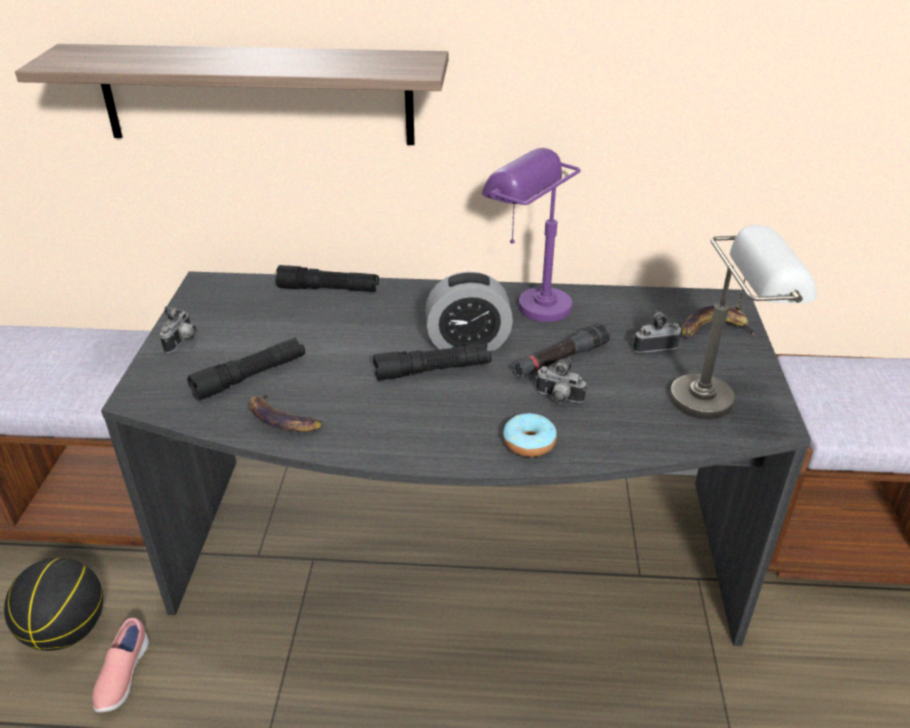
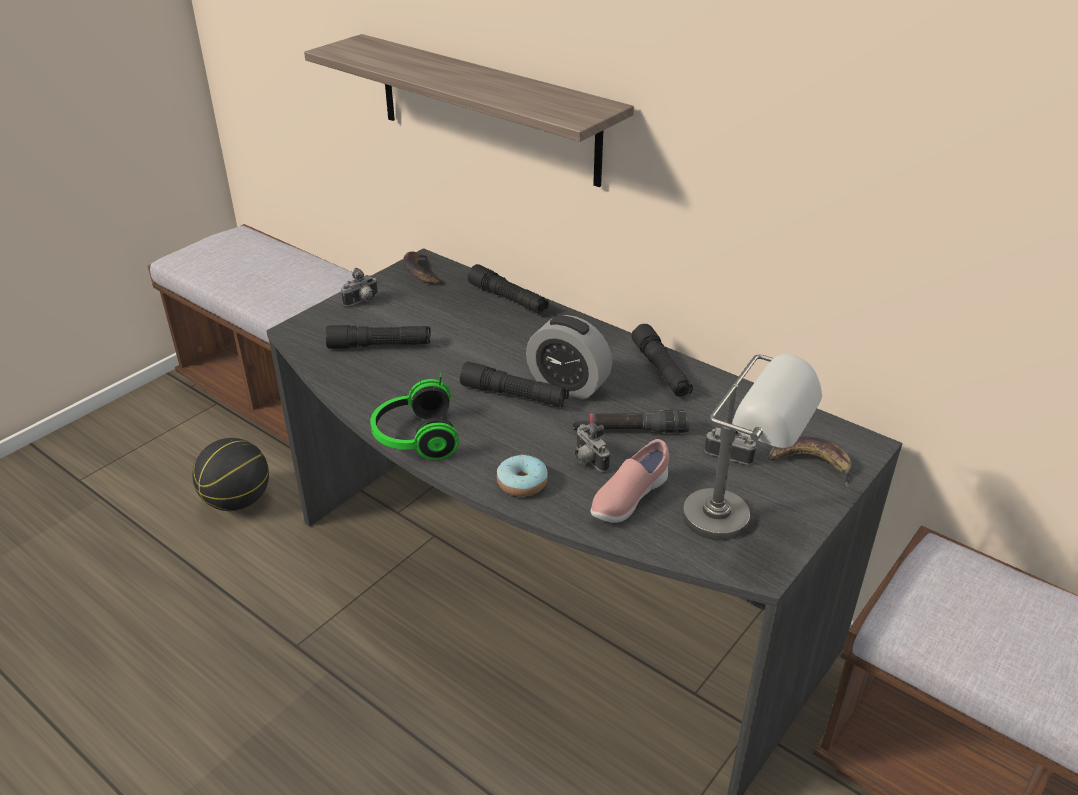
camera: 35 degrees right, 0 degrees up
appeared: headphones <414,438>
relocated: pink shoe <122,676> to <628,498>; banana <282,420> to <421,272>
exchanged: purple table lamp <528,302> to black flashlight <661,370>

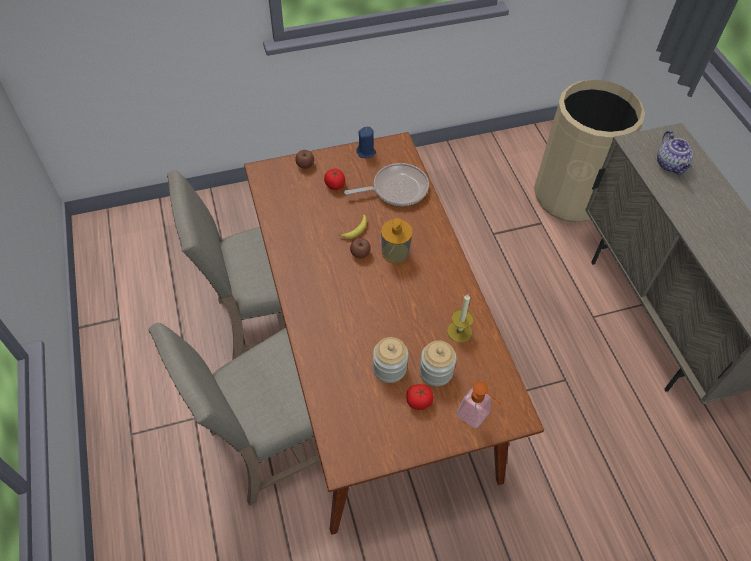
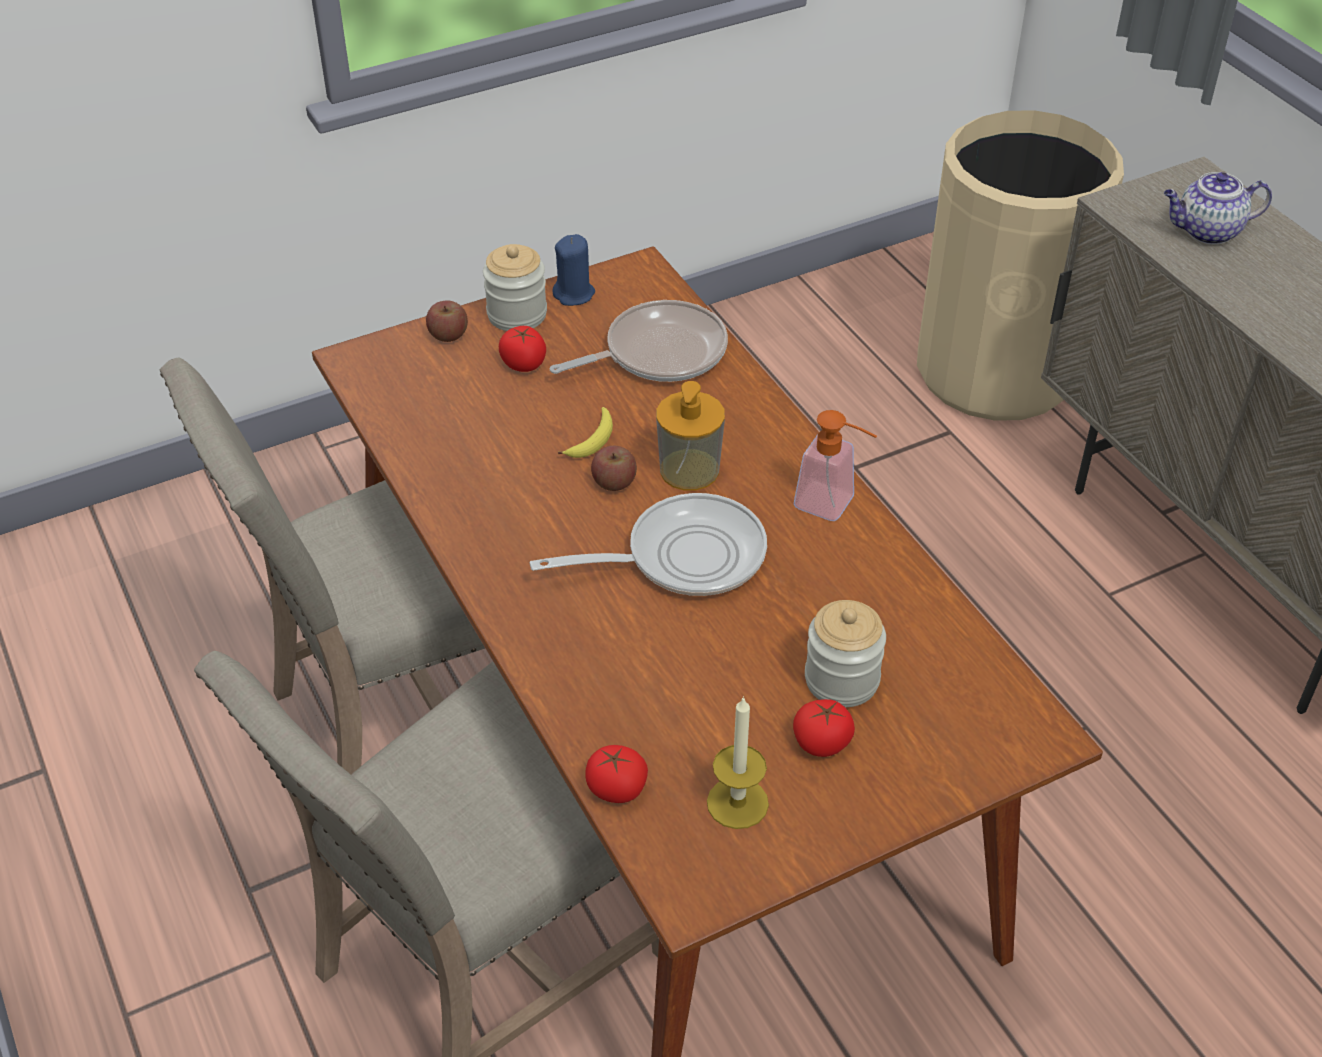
camera: 10 degrees left, 10 degrees down
appeared: frying pan <683,556>; tomato <616,789>
relocated: jar <389,368> to <517,314>; candle <459,331> to <737,803>; soap dispenser <477,417> to <833,506>
spun: teapot <671,165> = <1207,232> 105 degrees clockwise

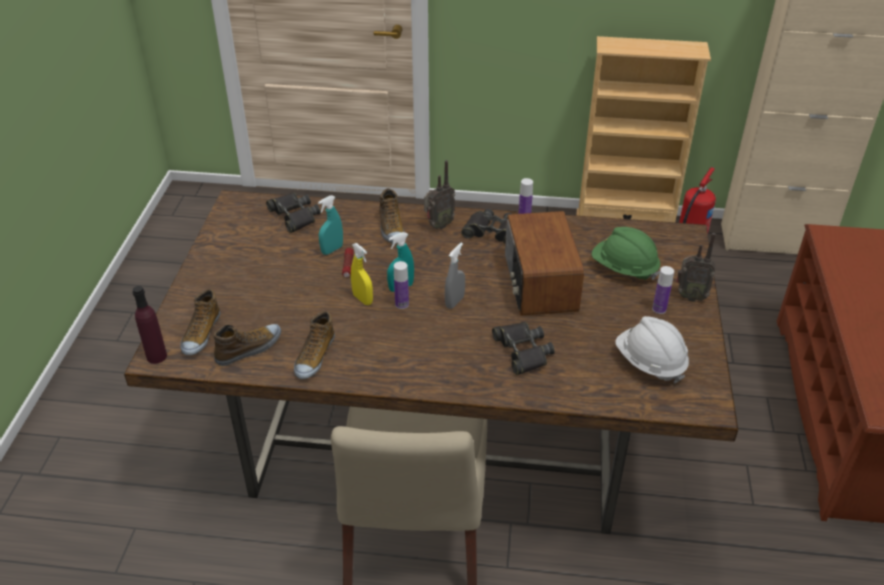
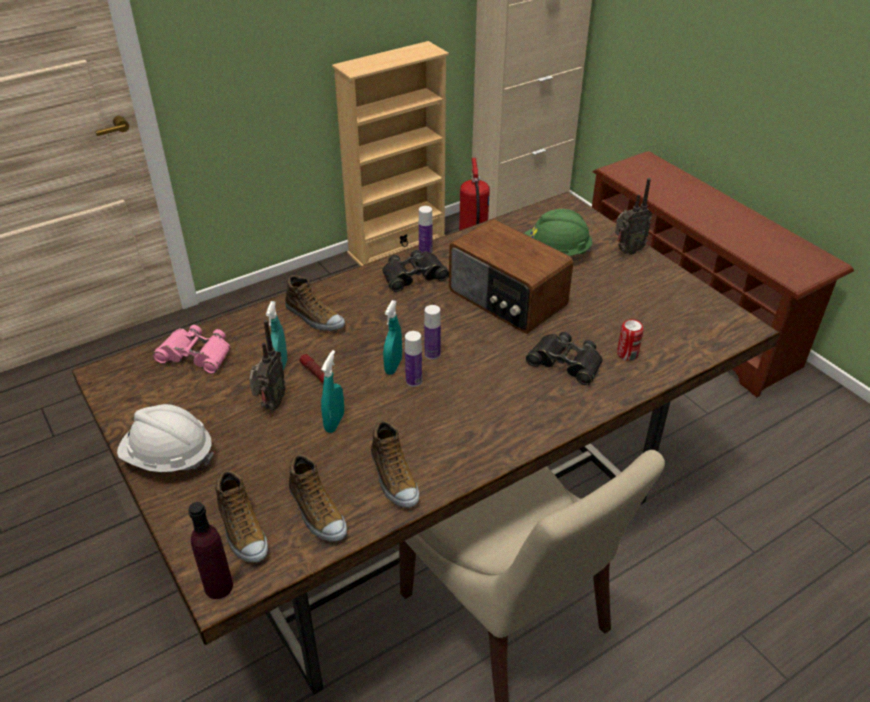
camera: 40 degrees left, 0 degrees up
missing: yellow spray bottle <362,299>; grey spray bottle <454,302>
appeared: turquoise spray bottle <334,422>; can <627,354>
relocated: radio <438,225> to <270,405>; white hard hat <649,363> to <169,457>; bottle <659,309> to <432,354>
colour: black binoculars <294,216> to pink binoculars <196,355>
spun: shoe <249,349> = <316,512> 135 degrees clockwise

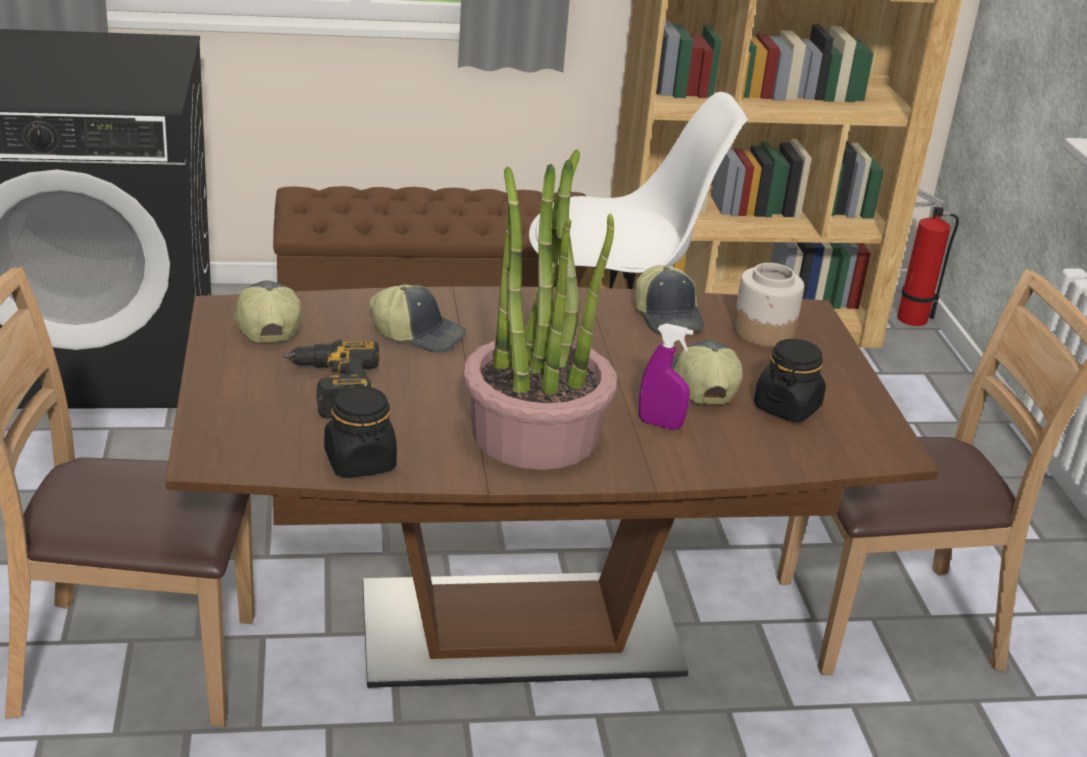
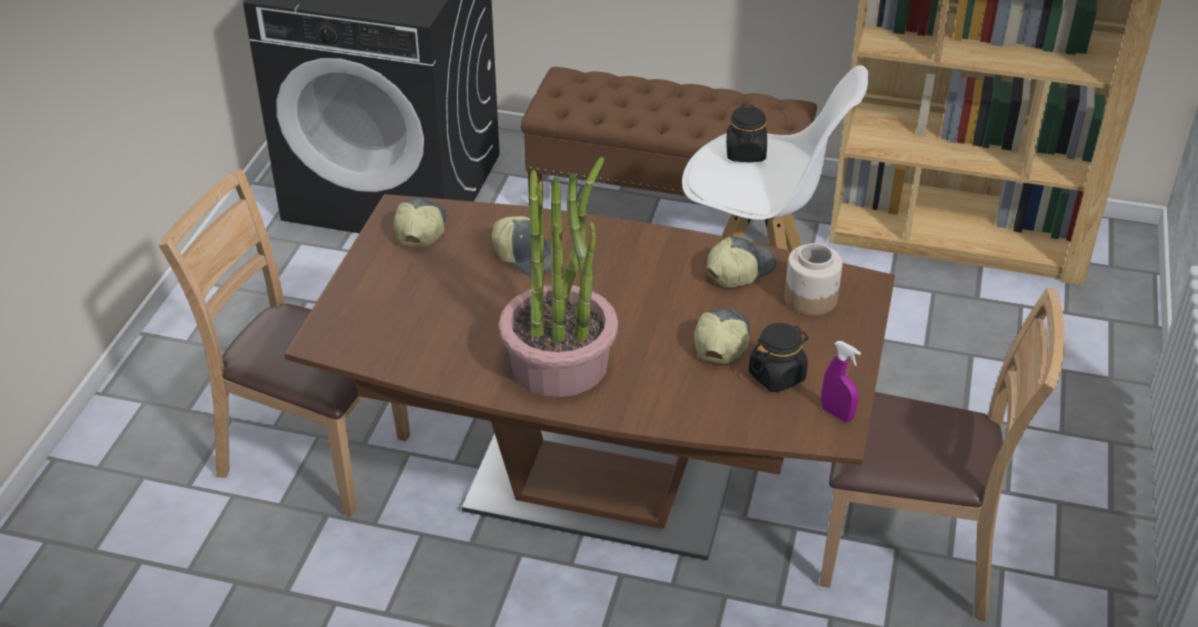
camera: 25 degrees right, 10 degrees up
missing: power drill <330,389>; fire extinguisher <908,317>
relocated: black jar <360,462> to <745,153>; purple spray bottle <660,424> to <837,413>
spun: cap <668,317> = <739,270> 135 degrees counterclockwise

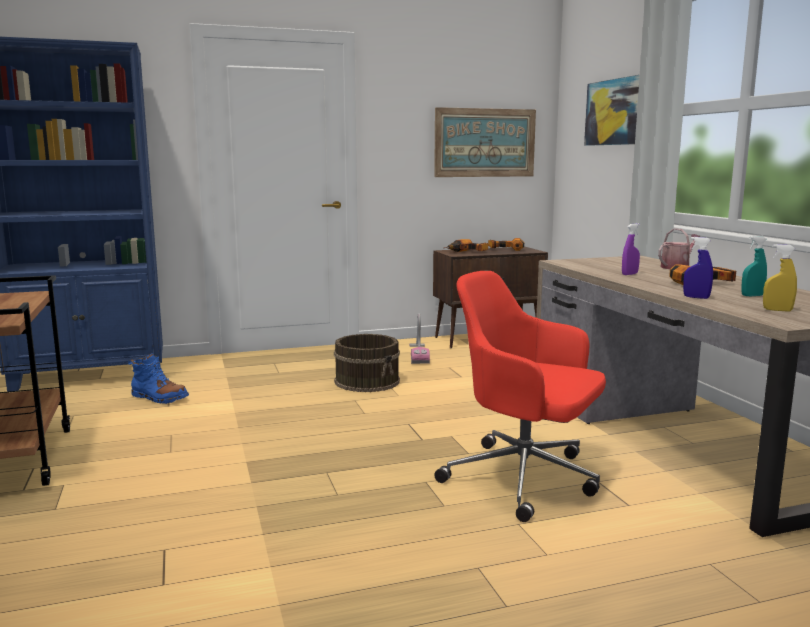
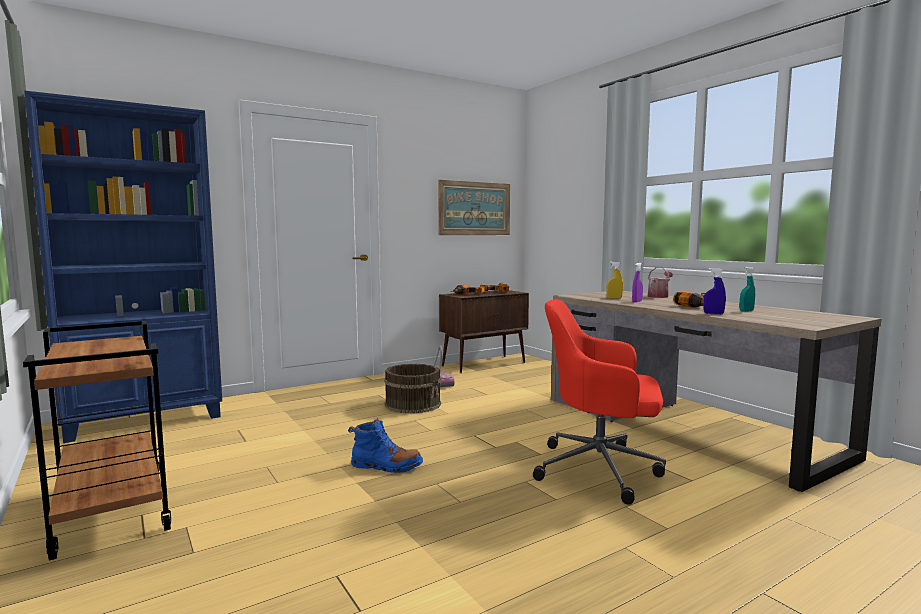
camera: 15 degrees left, 5 degrees down
missing: picture <615,112>
relocated: blue boot <159,398> to <386,466>; yellow spray bottle <777,310> to <614,298>

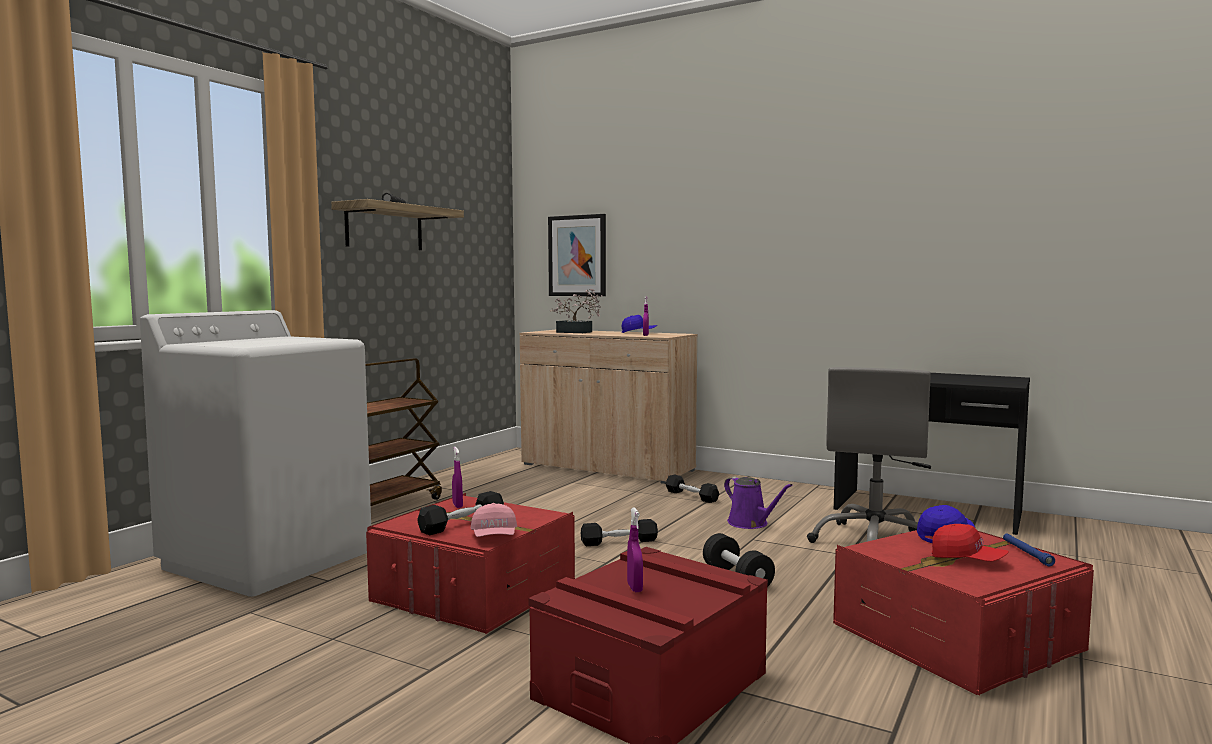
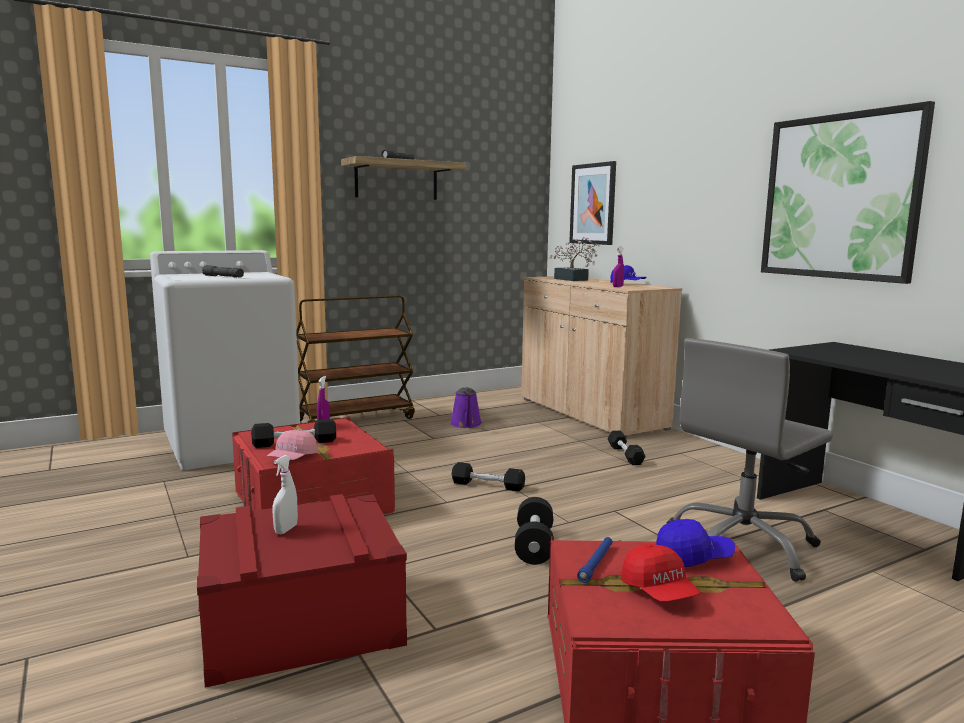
camera: 30 degrees right, 5 degrees up
appeared: grey flashlight <223,277>; picture <840,197>
relocated: purple watering can <750,524> to <466,424>; blue flashlight <1026,553> to <596,563>
colour: purple spray bottle <634,588> to white spray bottle <286,529>

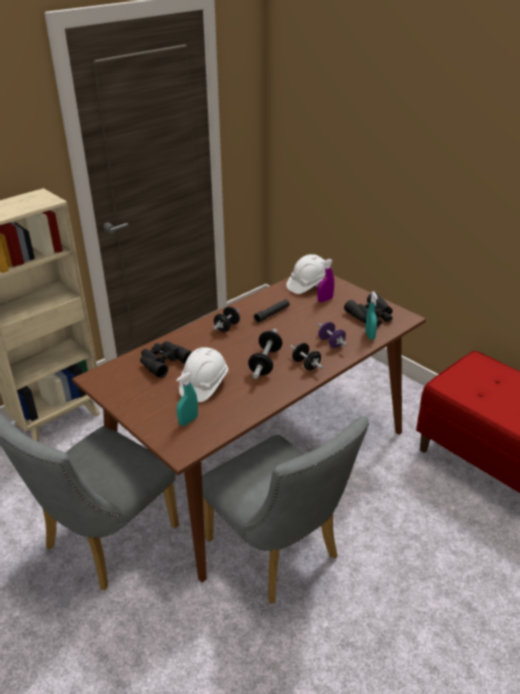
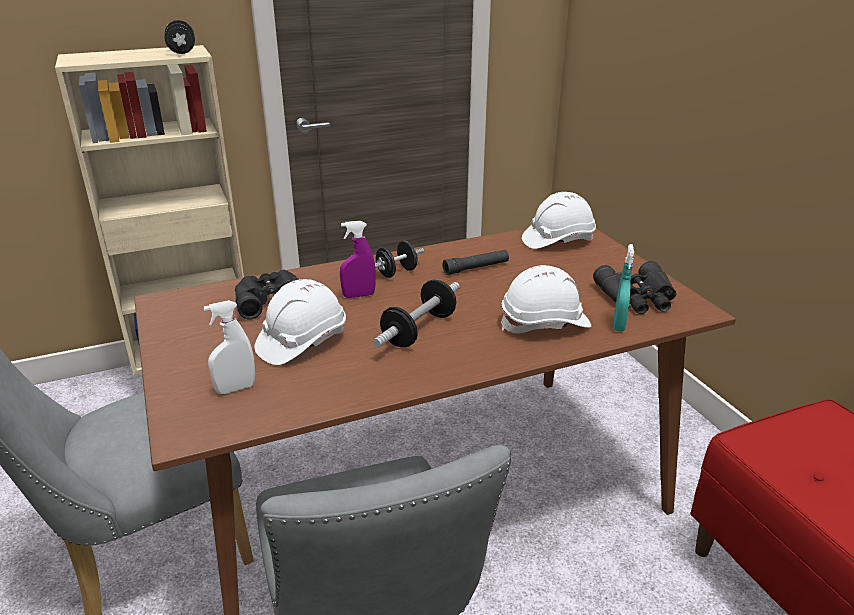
camera: 20 degrees right, 5 degrees down
relocated: black dumbbell <306,365> to <182,51>; purple spray bottle <325,300> to <359,295>
exchanged: purple dumbbell <331,343> to white hard hat <545,323>
colour: turquoise spray bottle <188,421> to white spray bottle <235,388>

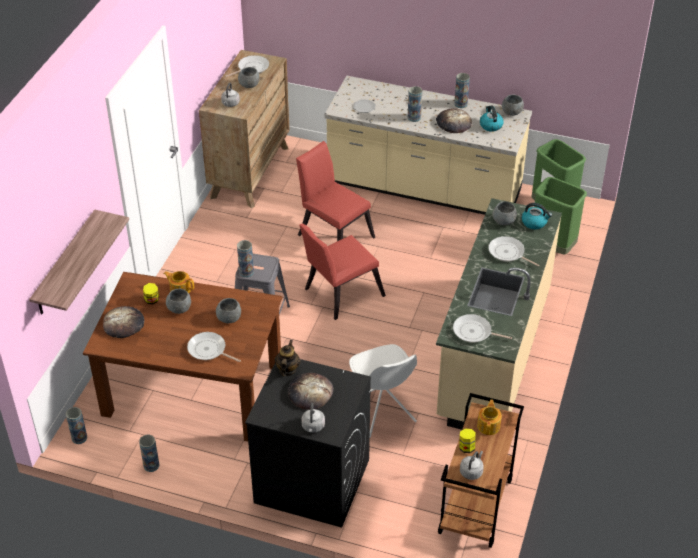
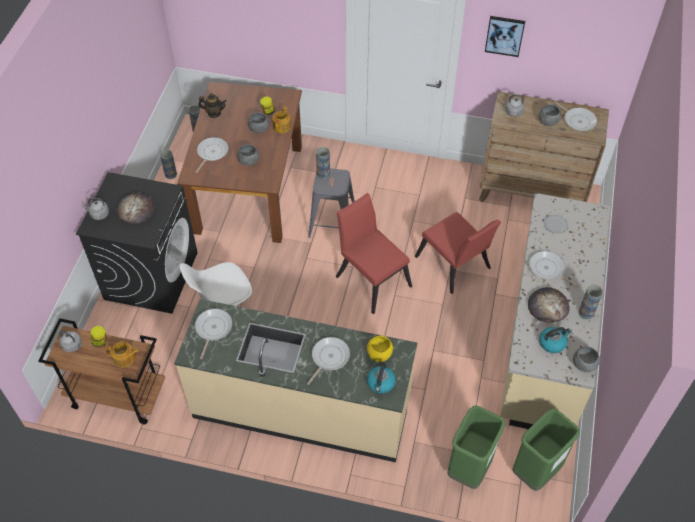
camera: 85 degrees right, 10 degrees up
missing: shelf <65,264>; bread <124,324>
appeared: picture <504,35>
relocated: teapot <287,370> to <214,113>
exchanged: vase <414,117> to frying pan <548,269>
colour: grey bowl <504,221> to yellow bowl <379,354>
spun: red chair <333,233> = <454,266> 105 degrees clockwise

